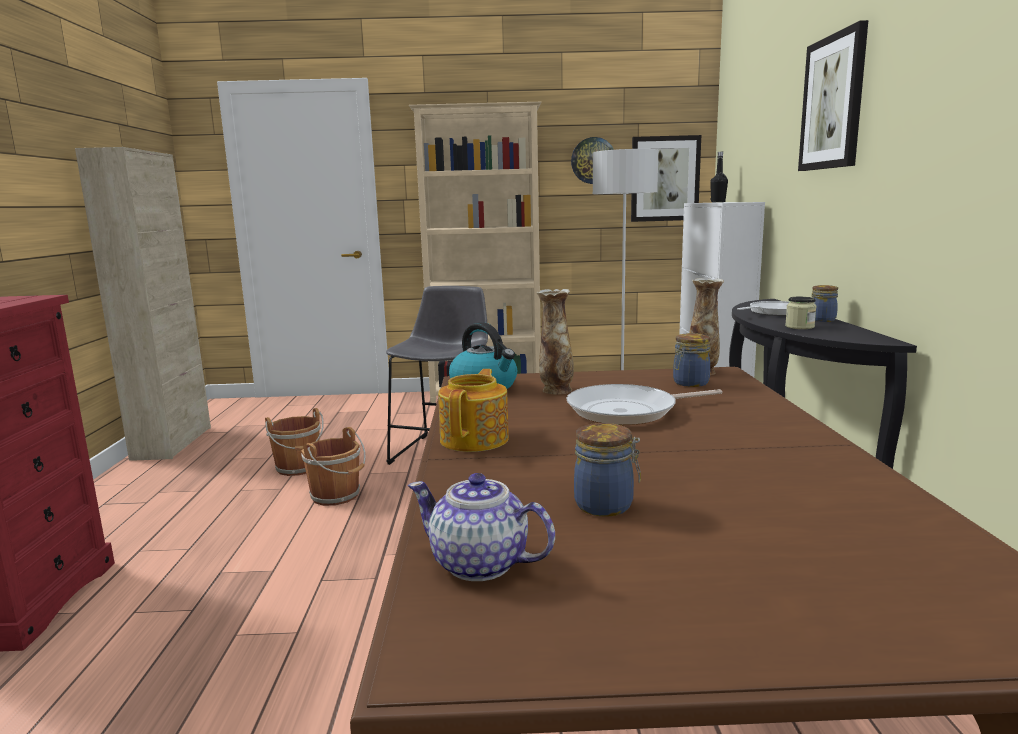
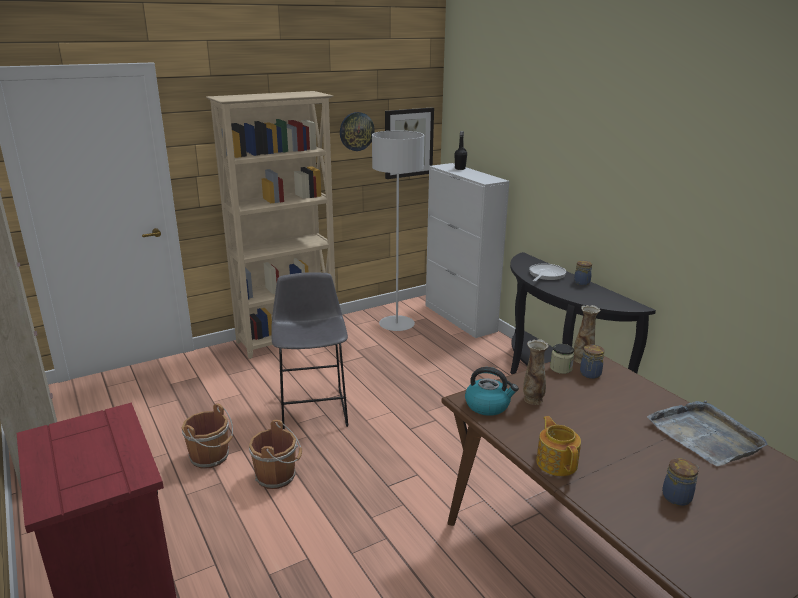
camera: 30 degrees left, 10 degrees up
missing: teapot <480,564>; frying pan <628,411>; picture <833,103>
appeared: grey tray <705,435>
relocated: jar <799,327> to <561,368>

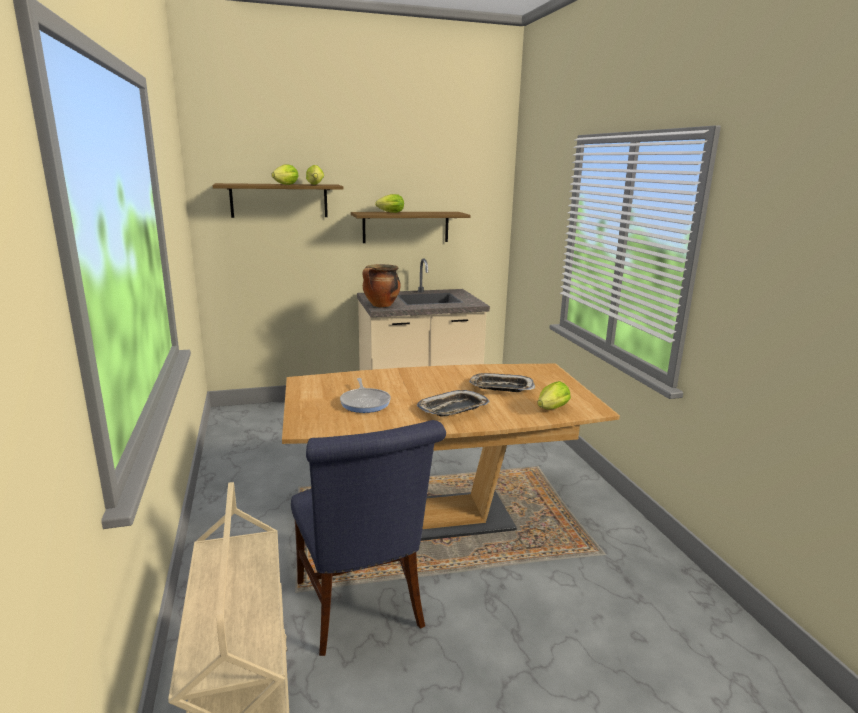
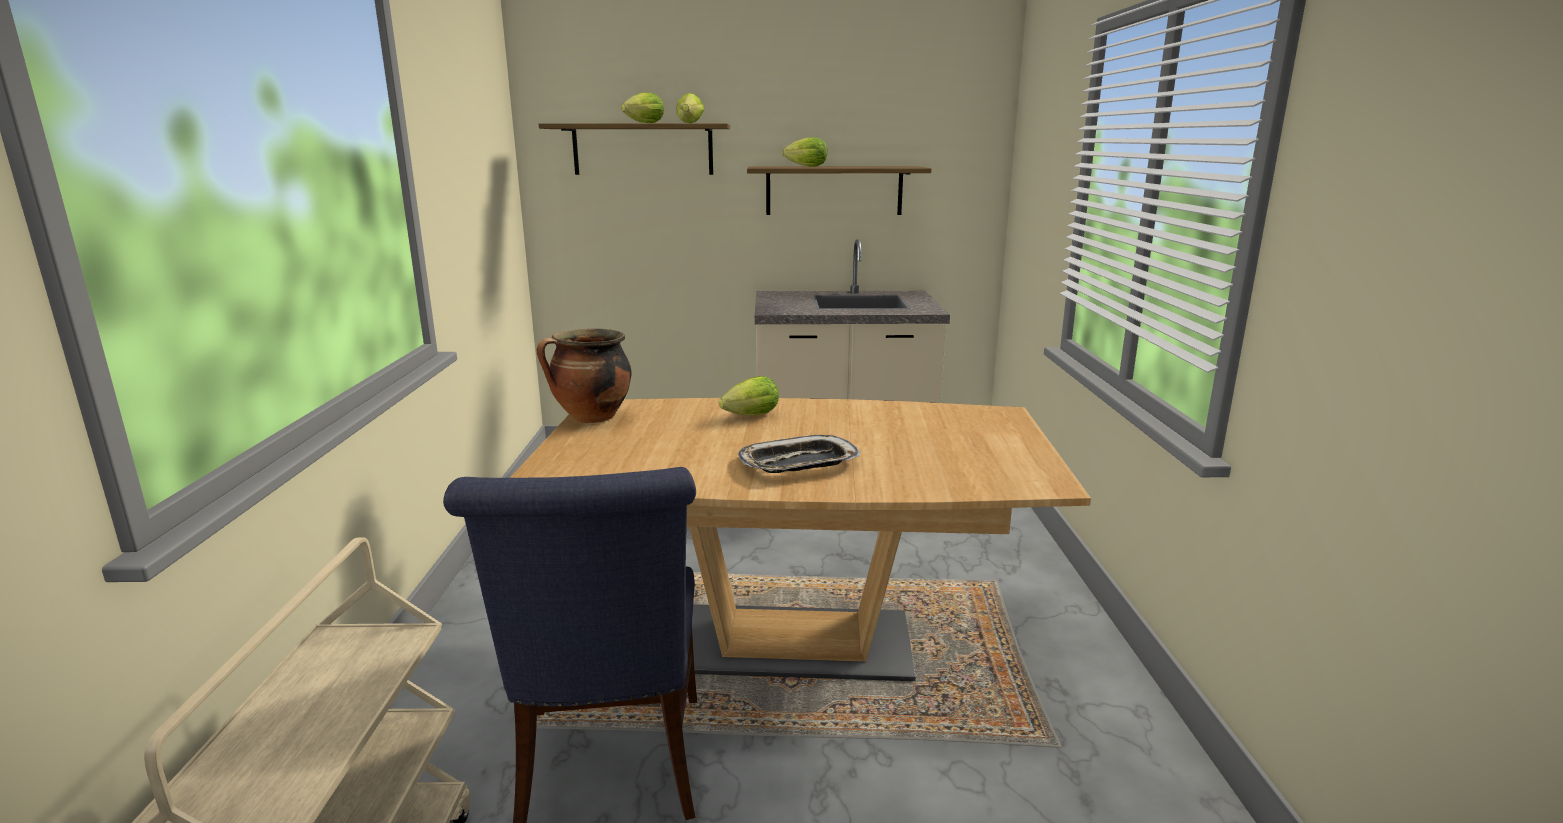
camera: 15 degrees right, 0 degrees up
missing: frying pan <365,402>; tray <501,387>
relocated: cooking pot <381,306> to <591,418>; lettuce <550,410> to <748,417>

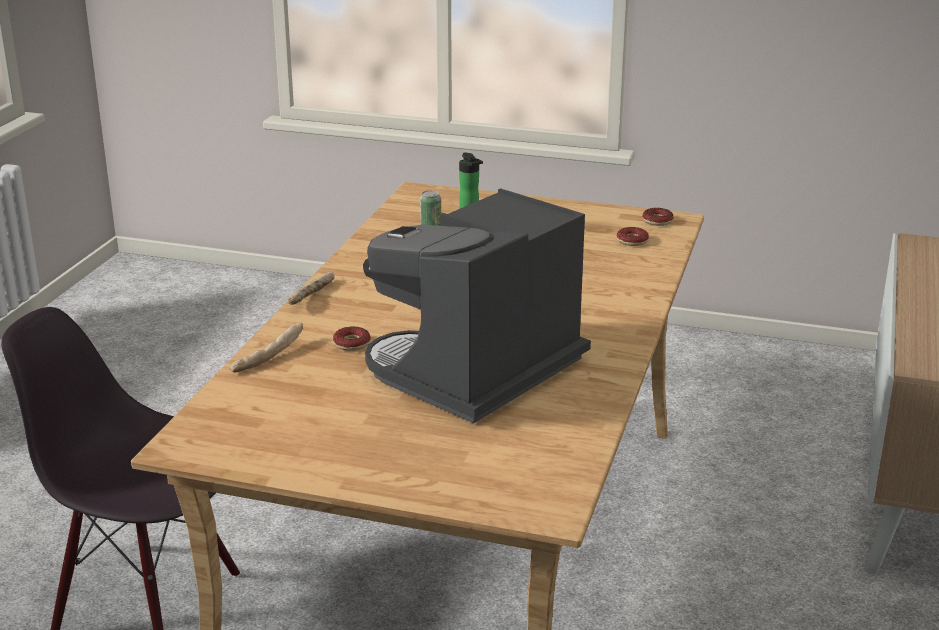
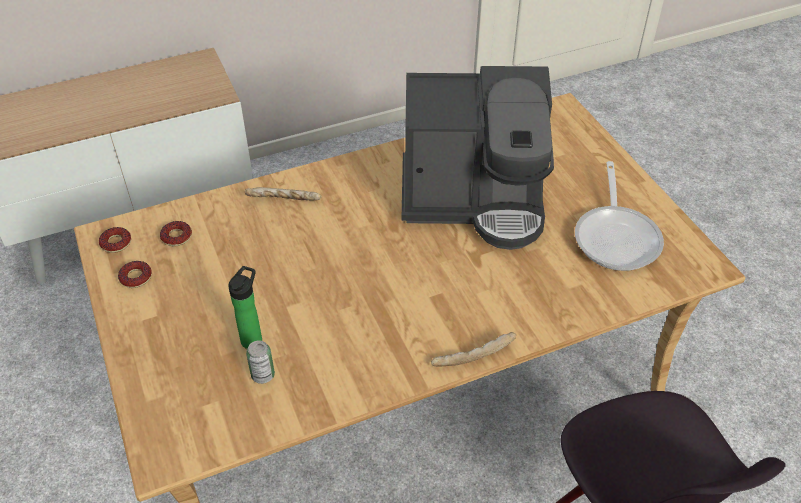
camera: 130 degrees left, 20 degrees up
appeared: frying pan <616,237>
relocated: bread <268,356> to <284,200>; donut <351,343> to <136,277>

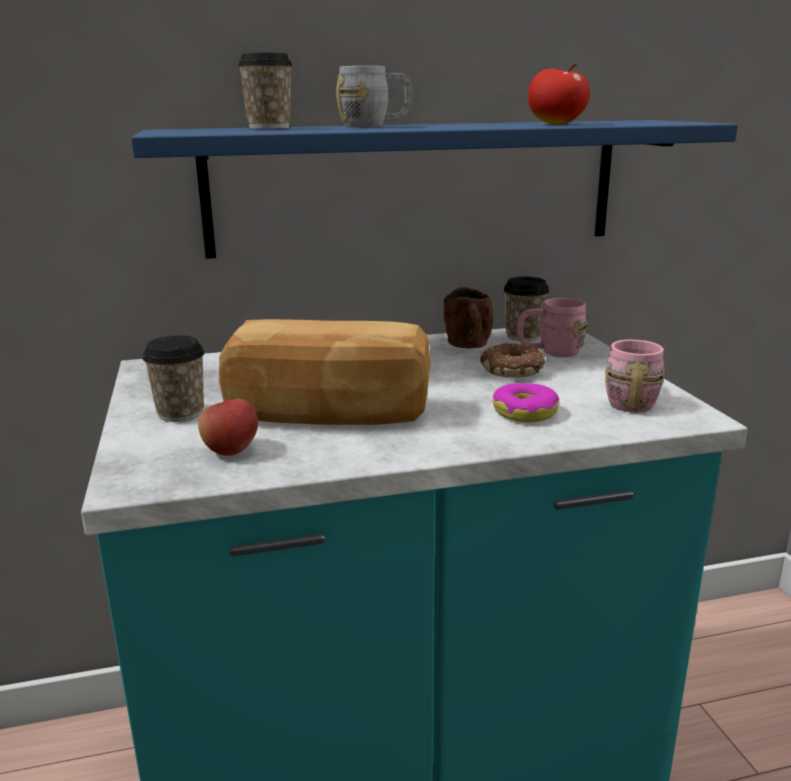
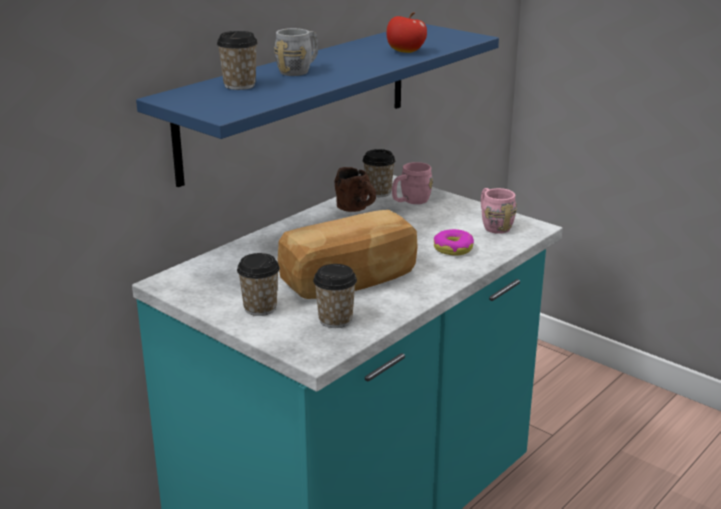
camera: 35 degrees left, 5 degrees up
missing: donut <513,370>
exchanged: apple <231,450> to cup <335,320>

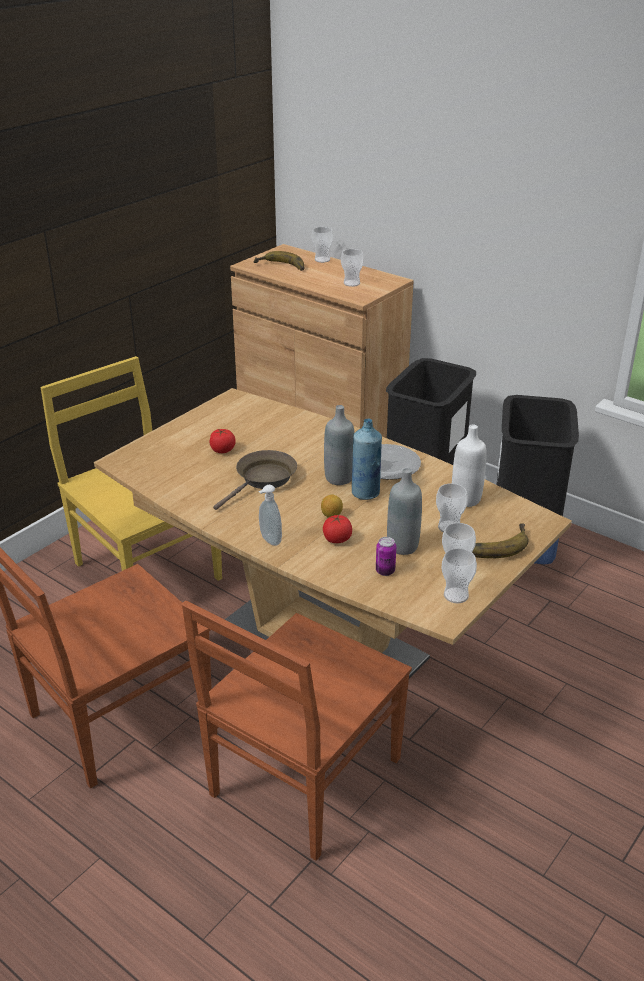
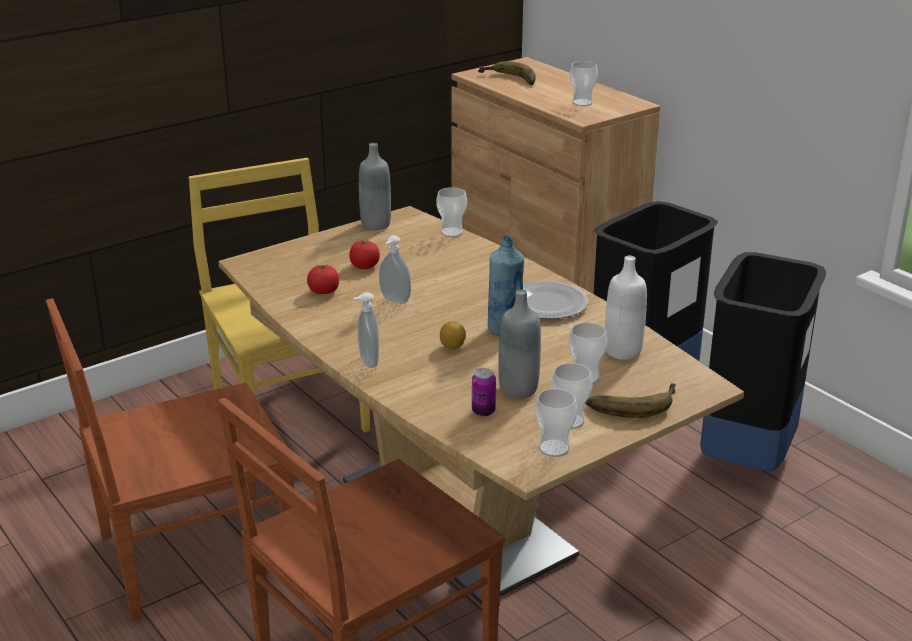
camera: 15 degrees right, 5 degrees down
relocated: cup <322,259> to <451,232>; tomato <337,539> to <323,291>; grey bottle <339,478> to <375,224>
exchanged: brown frying pan <263,480> to soap dispenser <394,301>

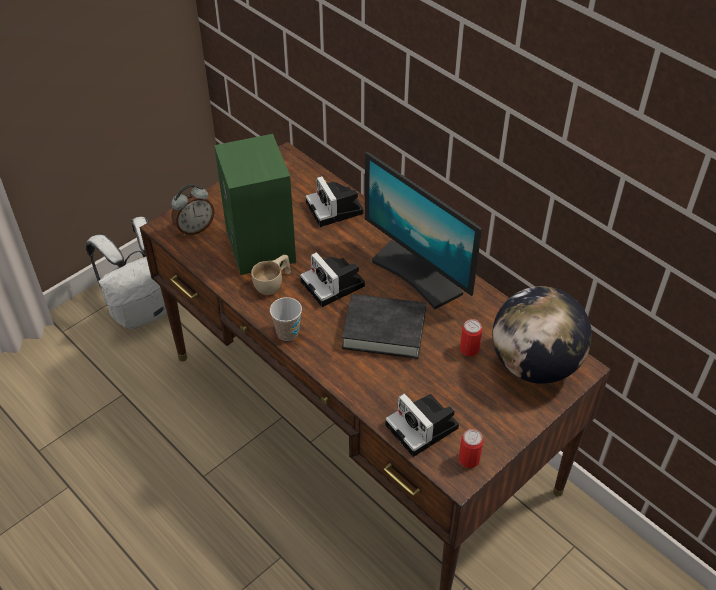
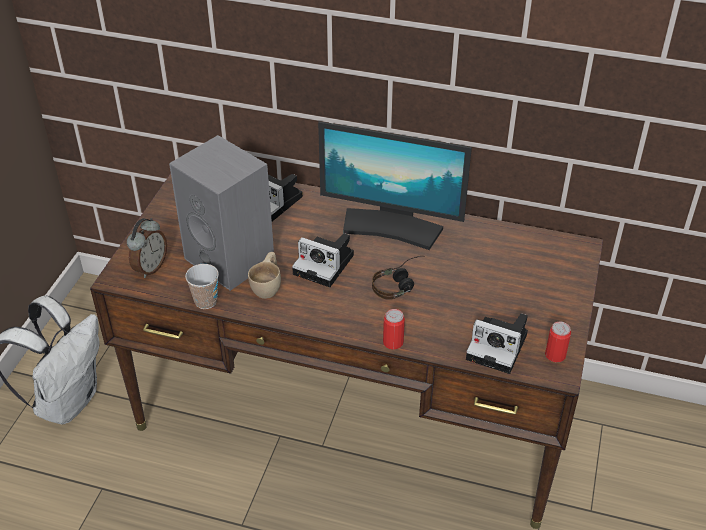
camera: 30 degrees left, 5 degrees down
missing: globe <534,364>
relocated: cup <287,333> to <205,301>; can <469,349> to <393,342>
exchanged: black book <384,330> to headphones <400,284>
colour: green speaker <262,247> to grey speaker <232,259>

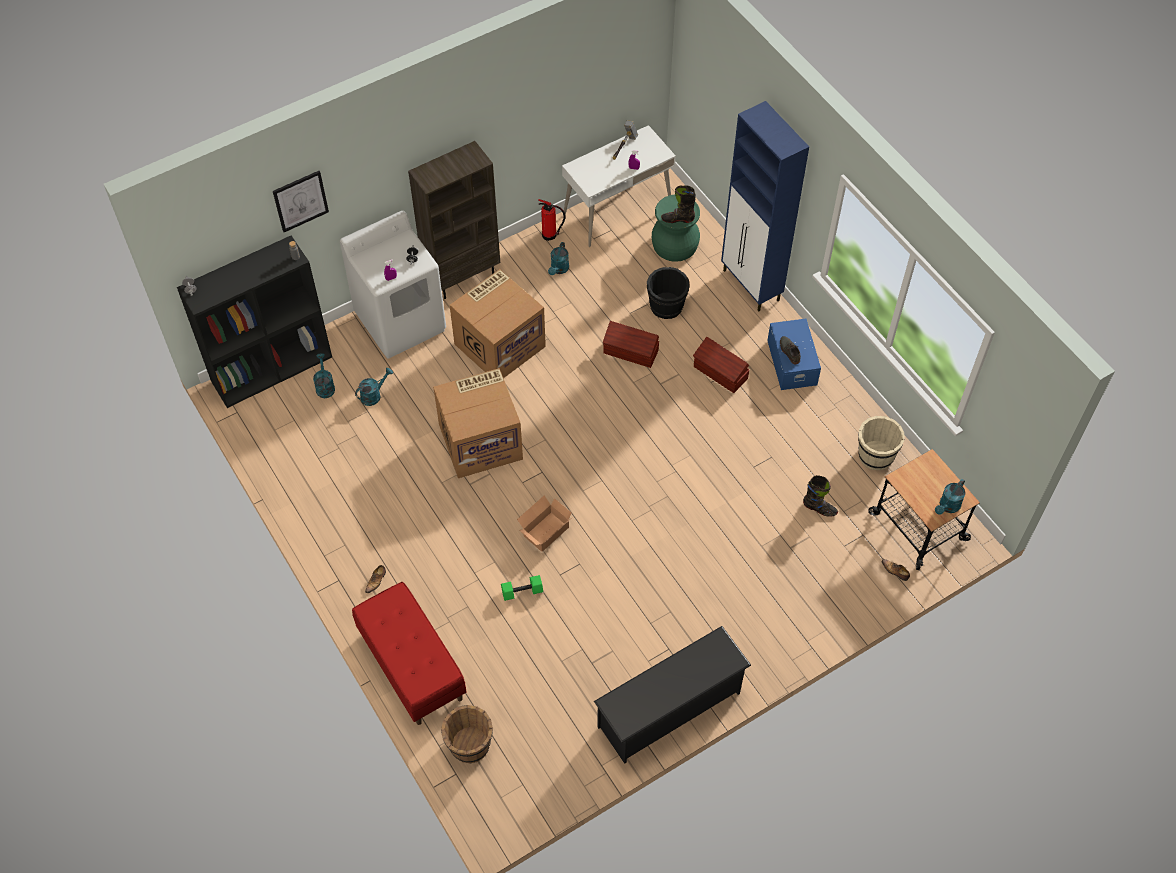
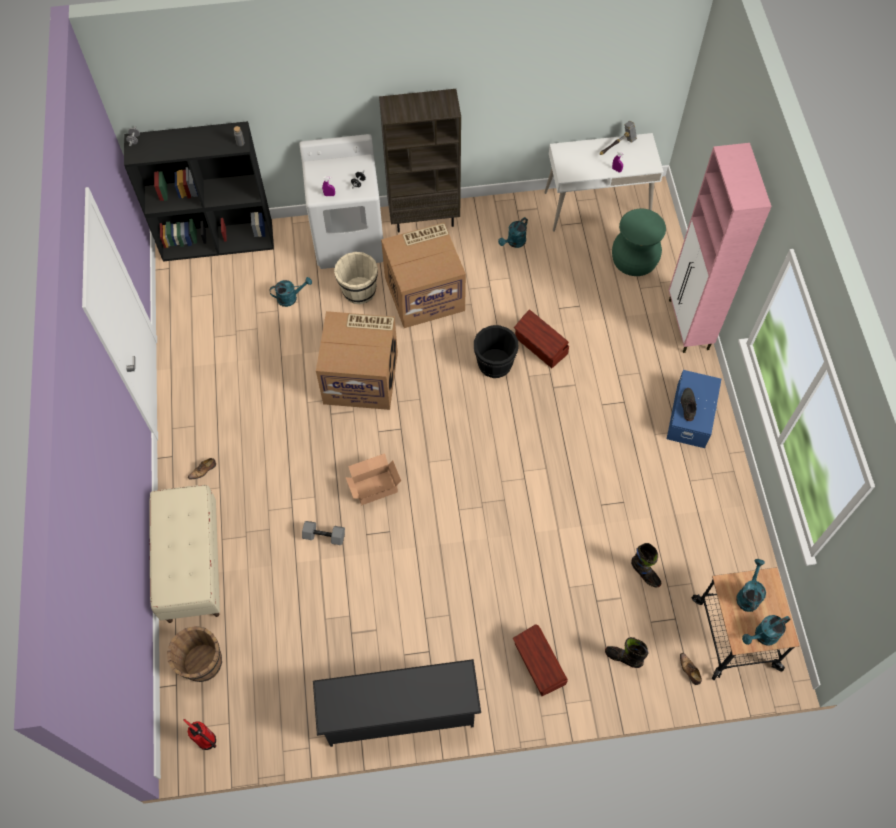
camera: 25 degrees right, 5 degrees up
missing: picture <300,201>
relocated: turquoise watering can <325,386> to <748,595>; fire extinguisher <550,235> to <208,742>; black bucket <666,306> to <494,364>; black boot <677,219> to <623,658>; brown storage box <720,373> to <539,665>; beige bucket <875,456> to <358,290>
colour: red bench <411,666> to beige bench <191,564>; green dumbbell <522,591> to grey dumbbell <325,535>; blue cabinet <751,286> to pink cabinet <688,325>

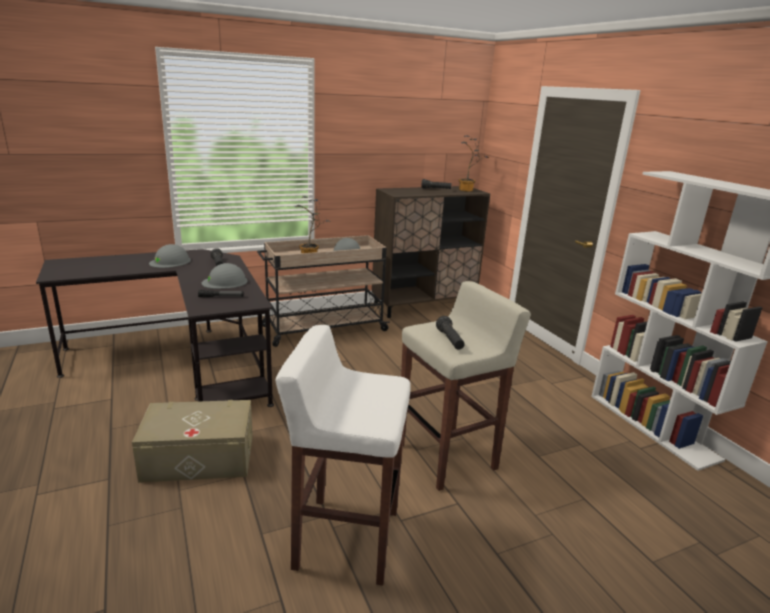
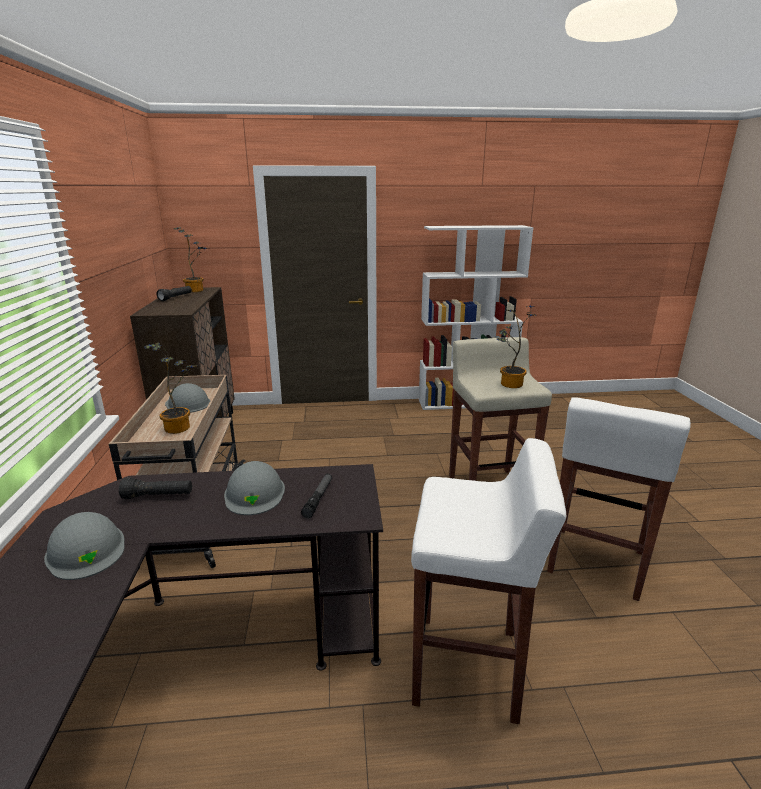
camera: 70 degrees left, 0 degrees up
exchanged: beige storage box <199,457> to white stool <468,667>; black flashlight <450,340> to potted plant <509,385>

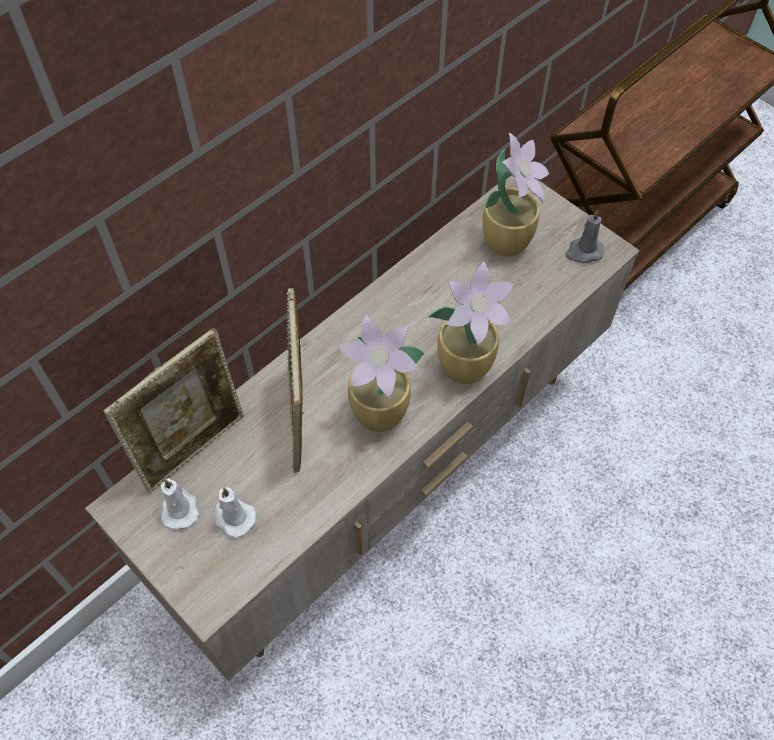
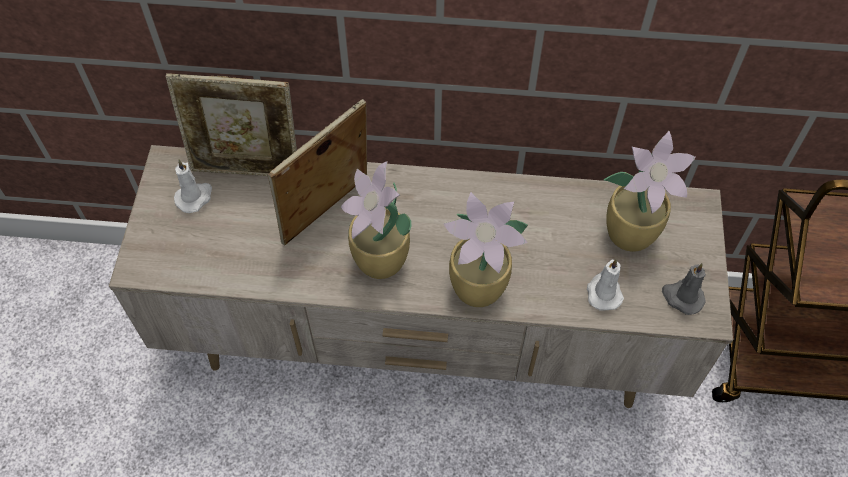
camera: 50 degrees right, 0 degrees up
relocated: white candle <233,517> to <603,292>

